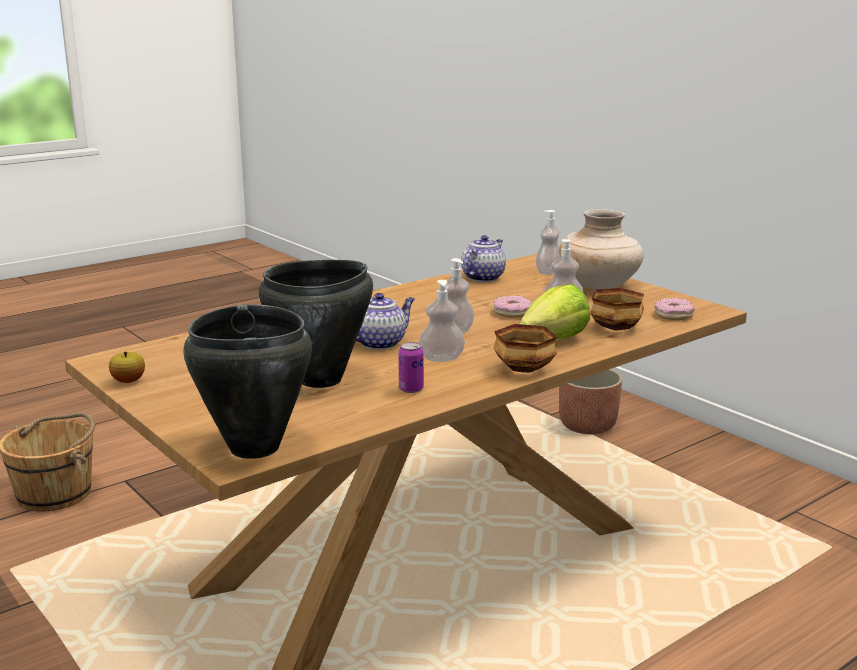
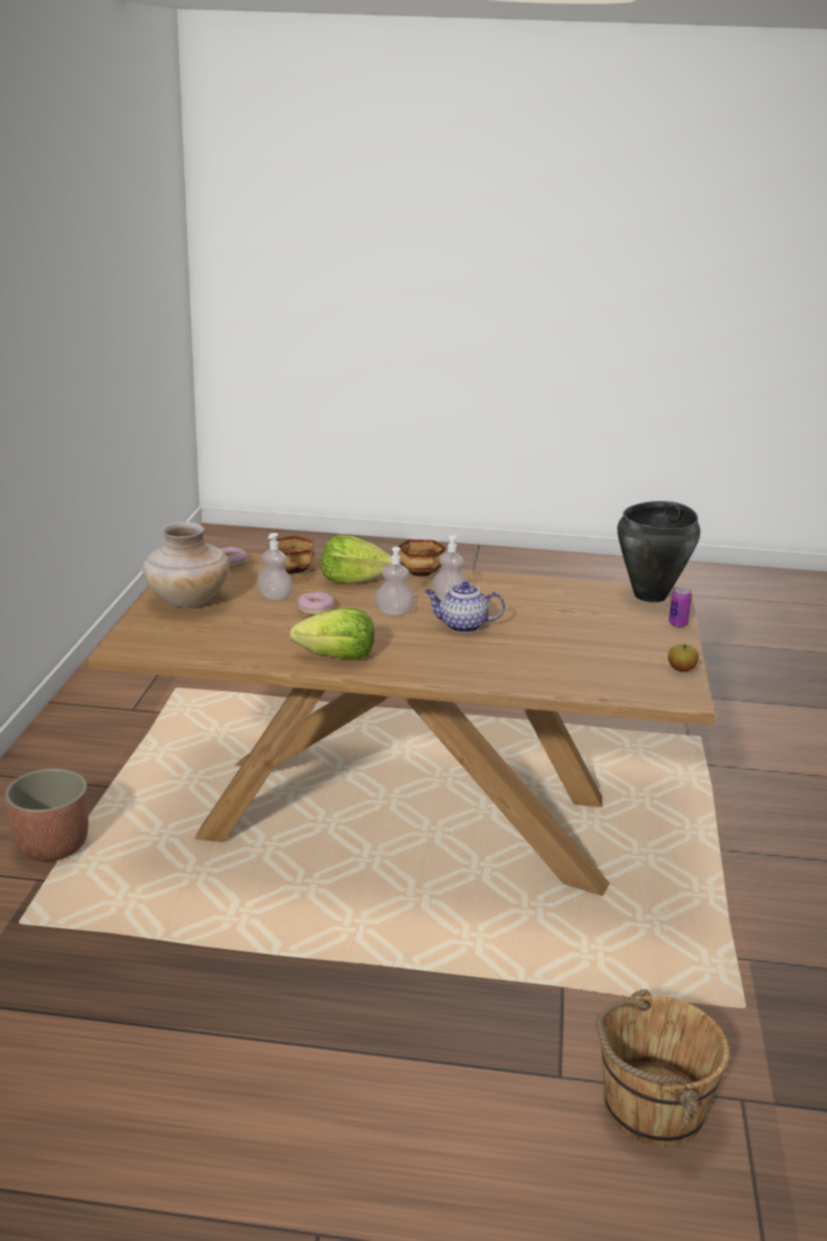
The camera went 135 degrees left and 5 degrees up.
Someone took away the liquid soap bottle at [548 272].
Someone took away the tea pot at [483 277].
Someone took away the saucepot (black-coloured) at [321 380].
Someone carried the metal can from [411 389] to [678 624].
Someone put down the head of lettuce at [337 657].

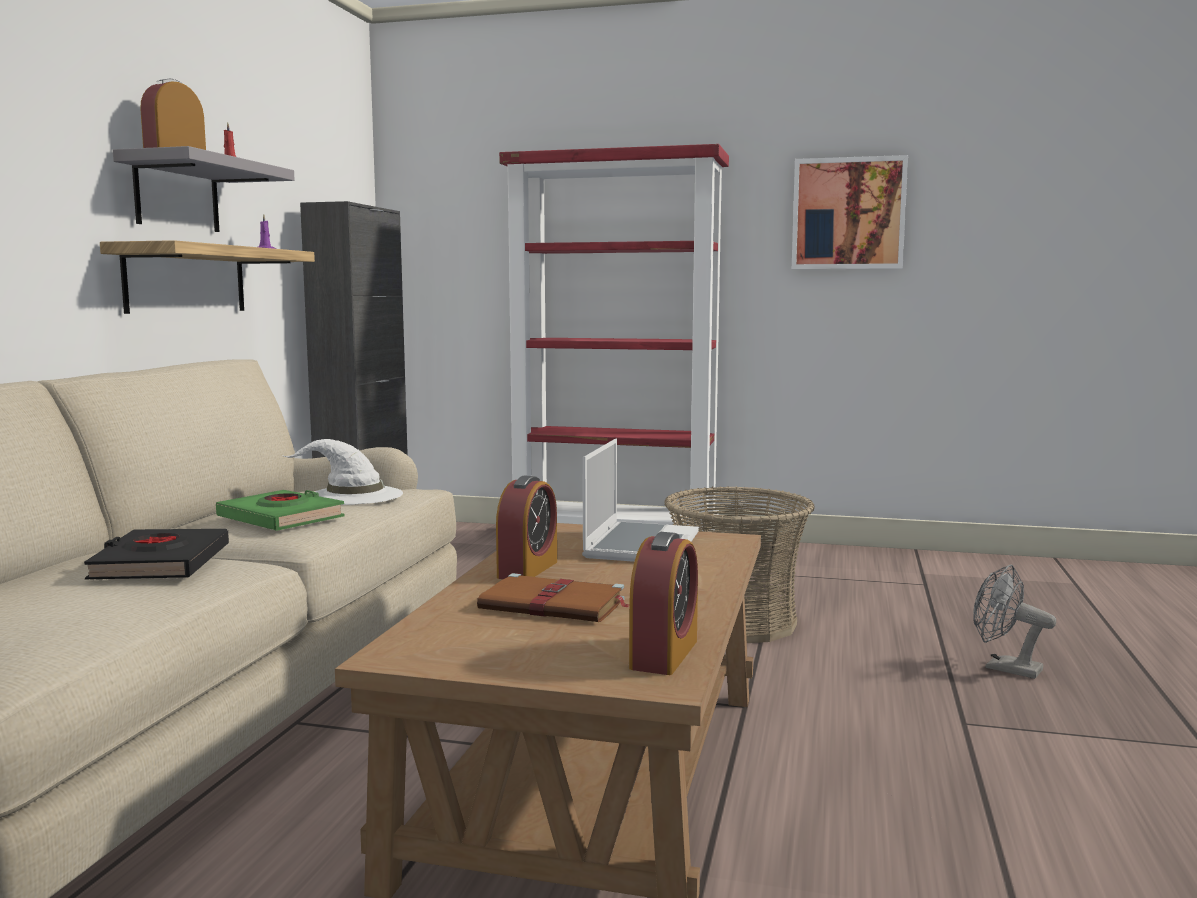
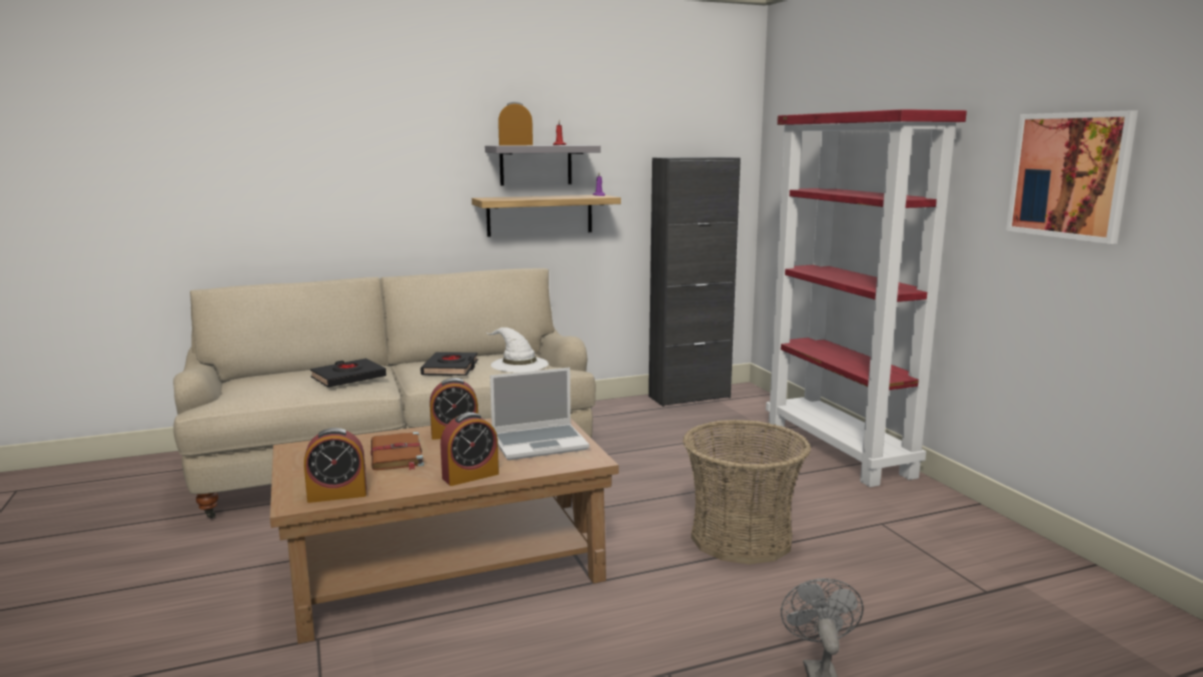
The camera went 55 degrees right and 5 degrees up.
Someone repainted the book (green-coloured) at [281 518], which became the book (black-coloured) at [451 368].
Someone put down the alarm clock at [470 476].

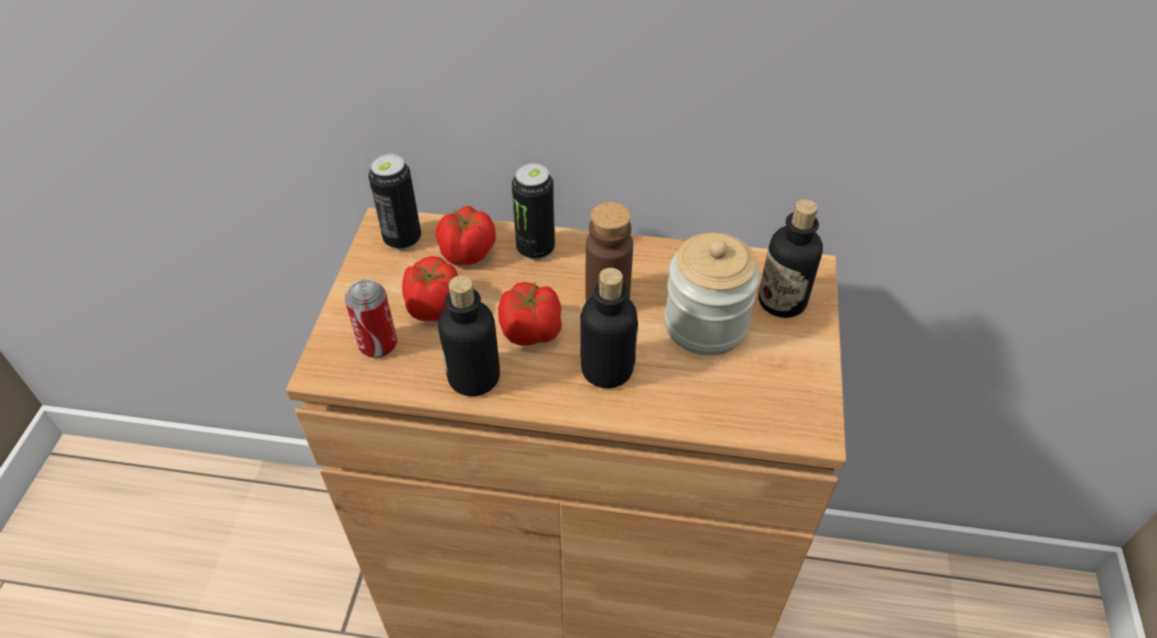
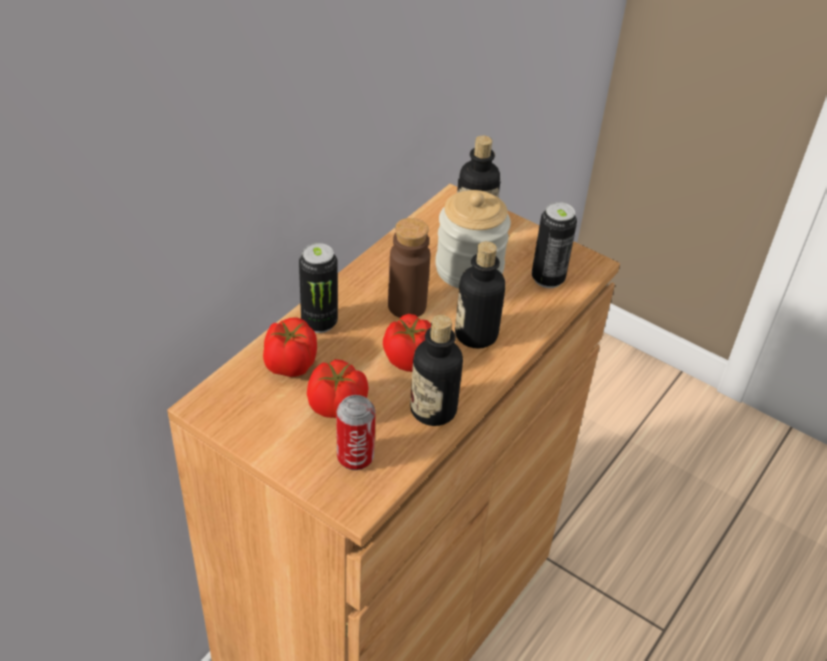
The camera went 65 degrees left and 5 degrees down.
Someone carried the metal can from [402 239] to [548 279].

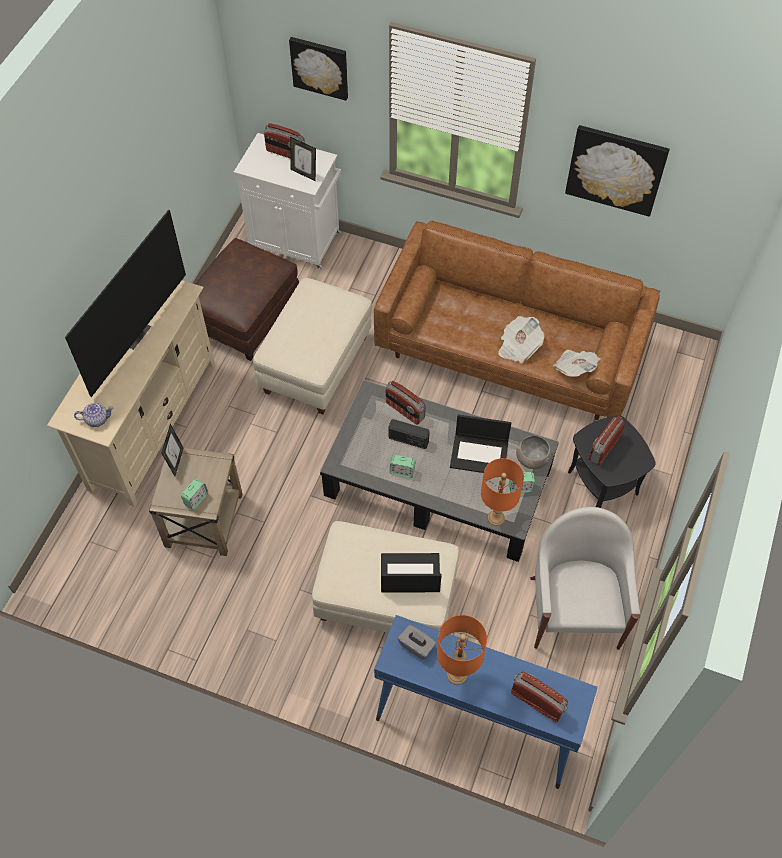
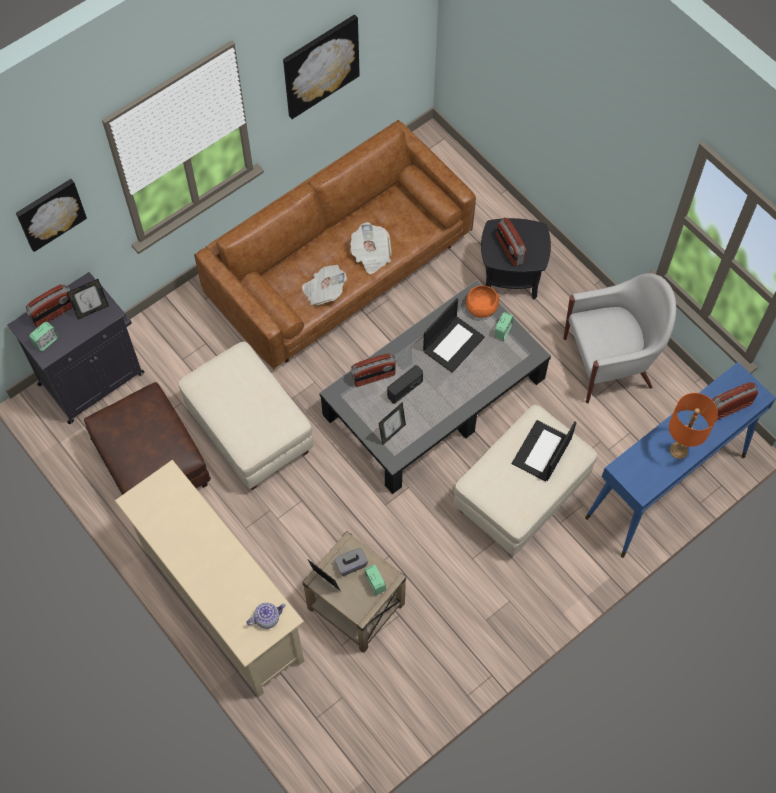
The camera went 60 degrees left and 5 degrees up.
Someone repainted the cupboard (white-coloured) at [296 241], which became the cupboard (black-coloured) at [93 378].
Someone took away the TV set at [133 333].
Someone carried the newspaper from [574 368] to [324 291].
Someone rotated the tea pot at [97 419] by 45 degrees clockwise.
Someone repainted the serving bowl (gray) at [532 459], which became the serving bowl (orange) at [482 308].
Someone carried the alarm clock from [402 471] to [46 341].
Someone took away the tabletop lamp (orange) at [495 517].
Someone rotated the lounge chair (white-coloured) at [574 610] by 135 degrees clockwise.
Someone carried the tissue box (gray) from [416 646] to [351 565].
Someone put down the picture frame at [392 433].

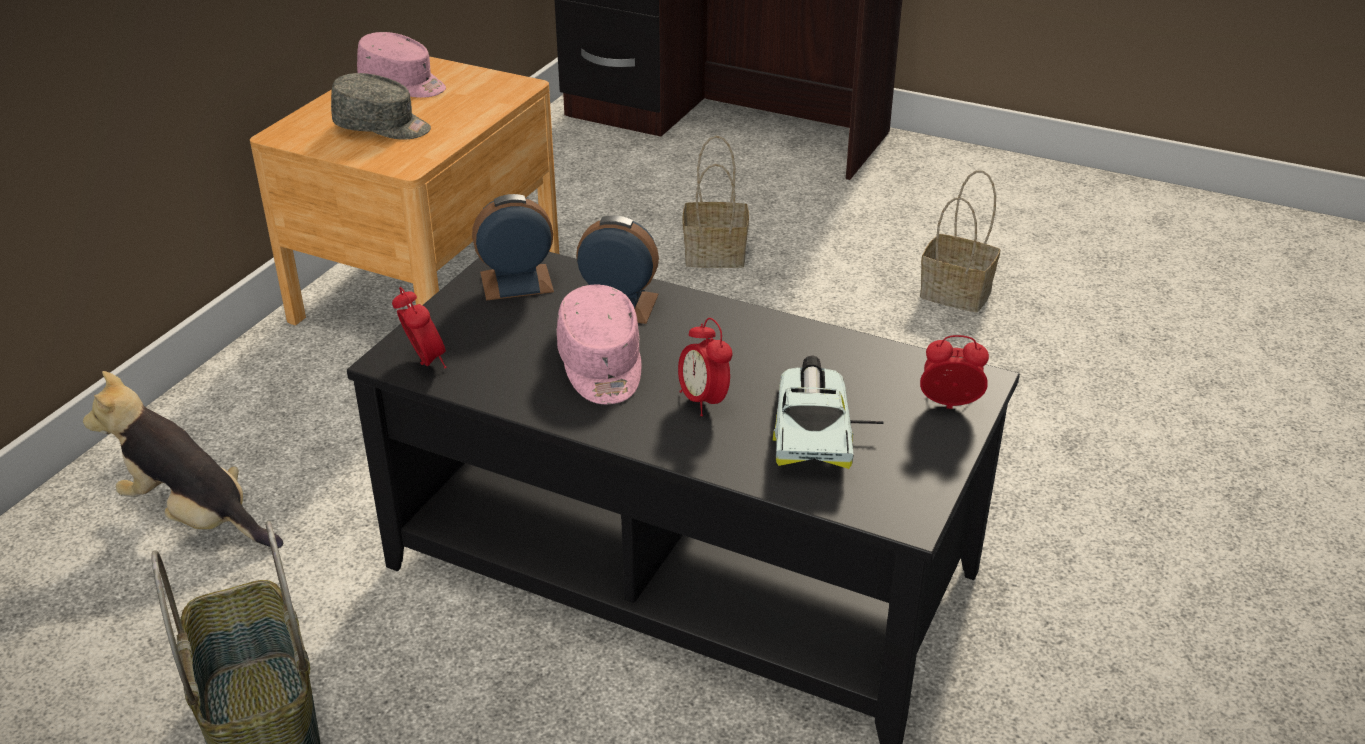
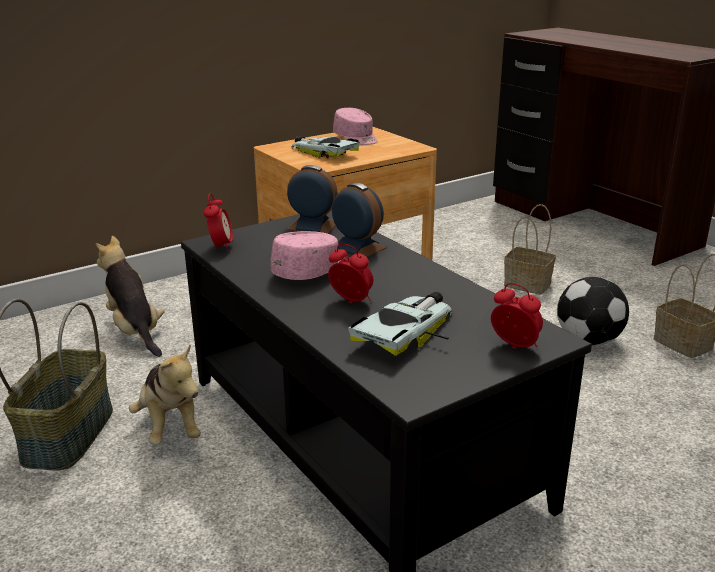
The camera went 30 degrees right and 10 degrees down.
Someone swapped the peaked cap (gray) at [382 127] for the toy car at [323 152].
Someone rotated the peaked cap (pink-coloured) at [601 366] by 150 degrees counterclockwise.
Someone rotated the alarm clock at [703 401] by 120 degrees clockwise.
Someone put down the football at [589 340].
Someone put down the cuddly toy at [170 426].

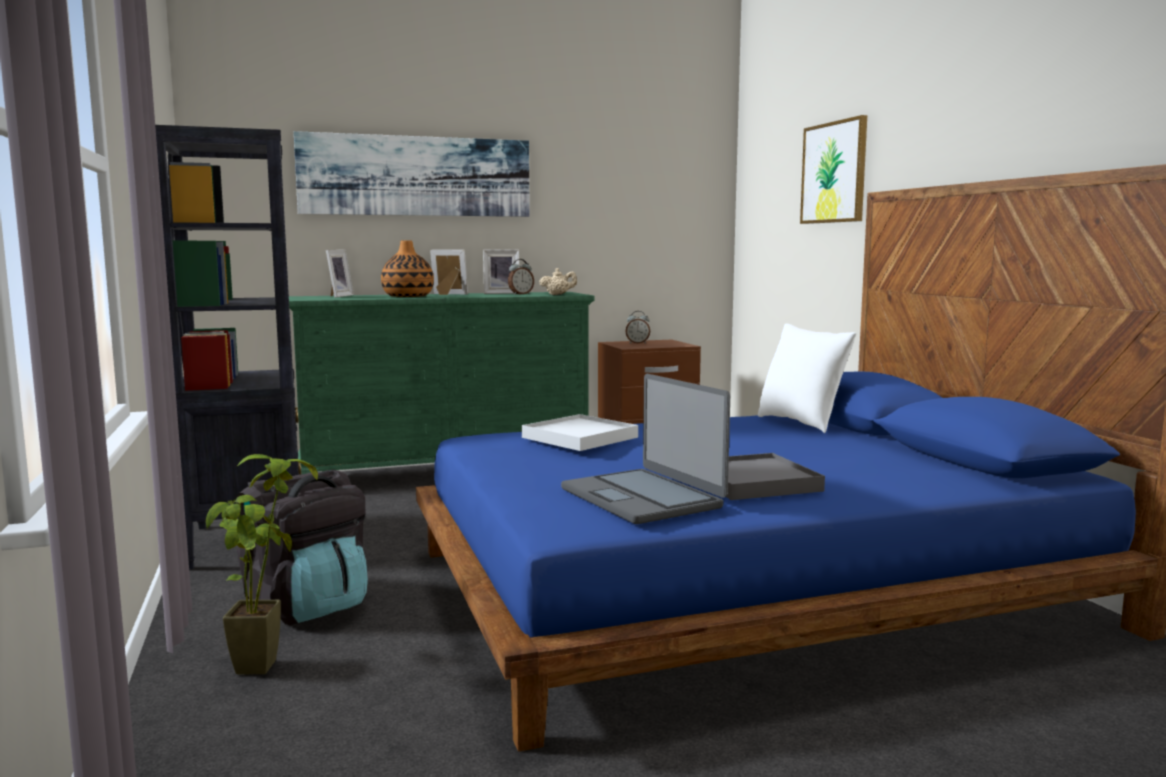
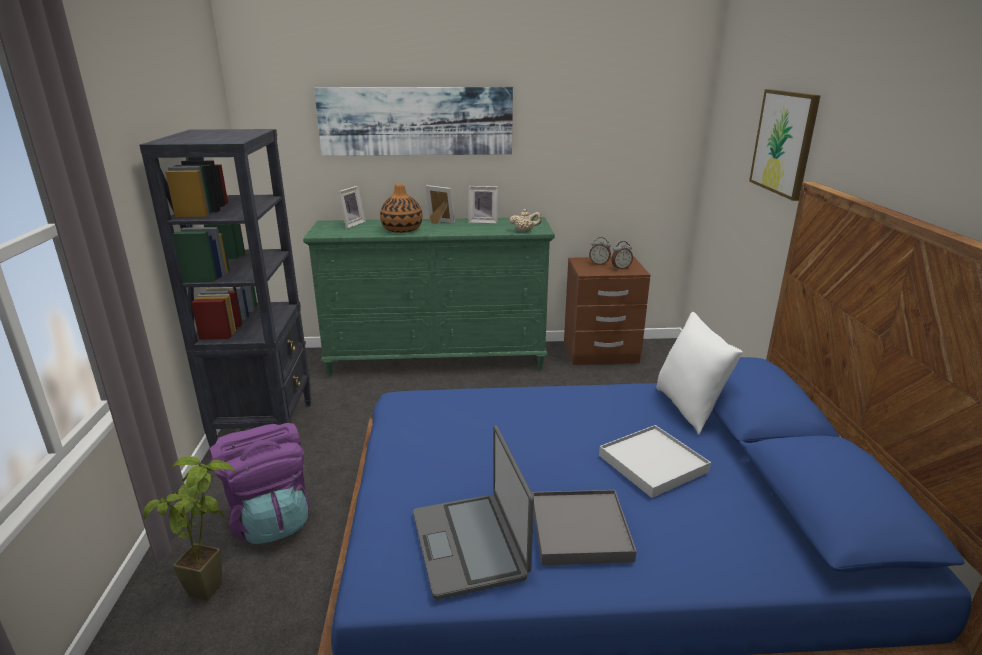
The camera went 15 degrees right and 15 degrees up.
Someone carried the alarm clock from [520 294] to [620 268].
Someone carried the carrying tray (white-coloured) from [580 437] to [653 463].
Someone repainted the backpack (black-coloured) at [307 605], which became the backpack (purplish) at [270 518].

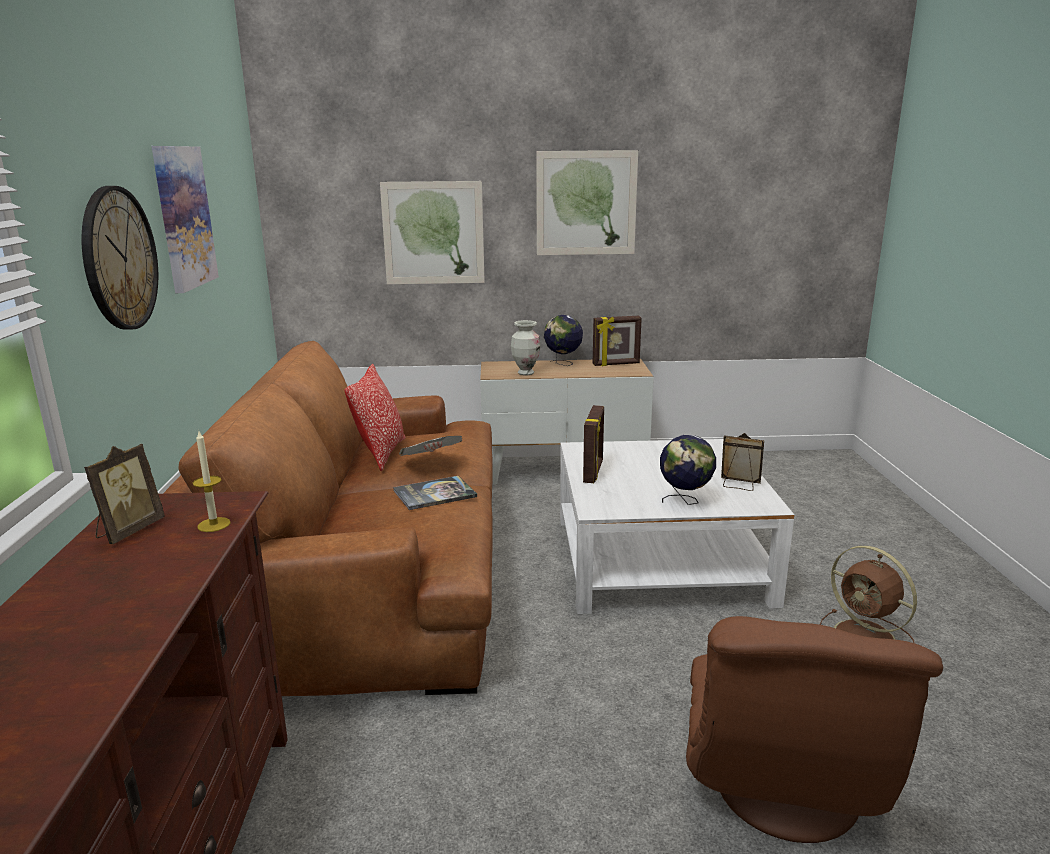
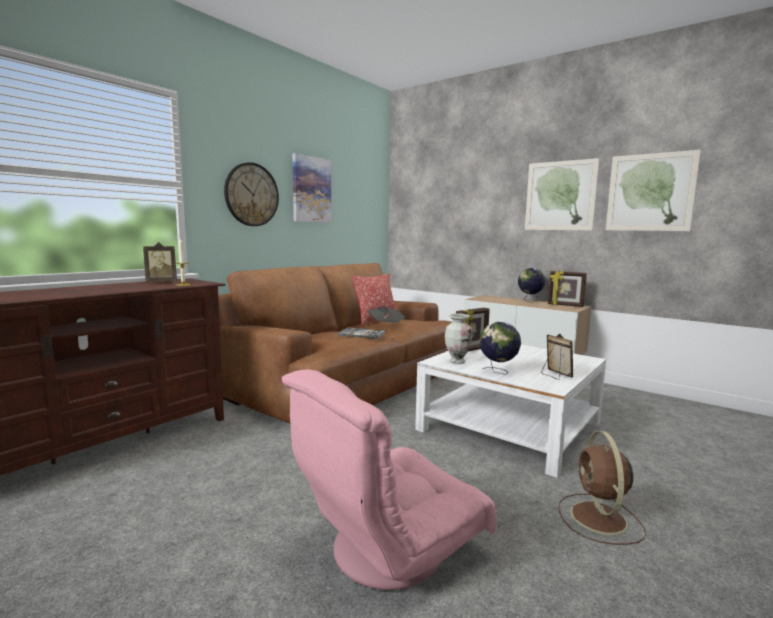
The camera went 40 degrees right and 10 degrees down.
Someone carried the wall picture from [433 233] to [650 192].
Someone carried the vase from [525 373] to [457 361].
Someone repainted the lounge chair (brownish) at [781 787], which became the lounge chair (pink-coloured) at [386 548].

